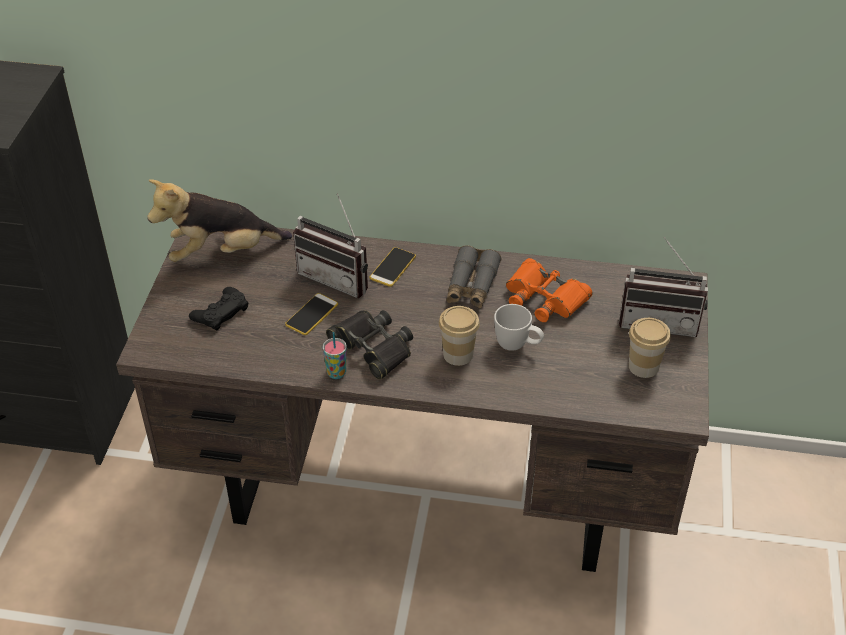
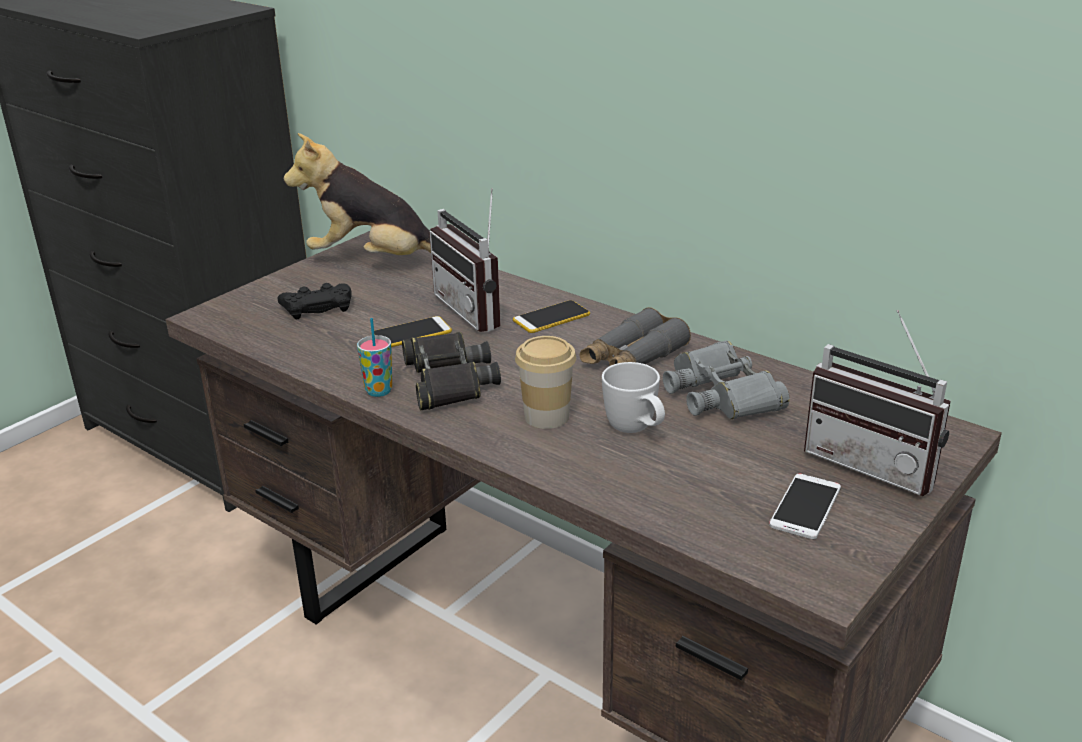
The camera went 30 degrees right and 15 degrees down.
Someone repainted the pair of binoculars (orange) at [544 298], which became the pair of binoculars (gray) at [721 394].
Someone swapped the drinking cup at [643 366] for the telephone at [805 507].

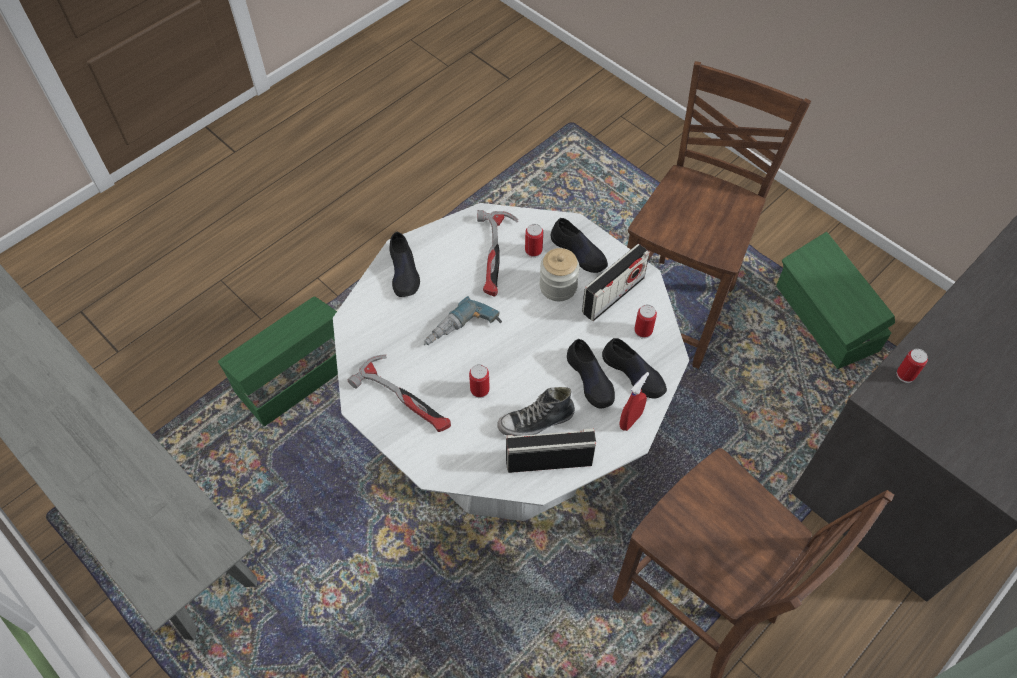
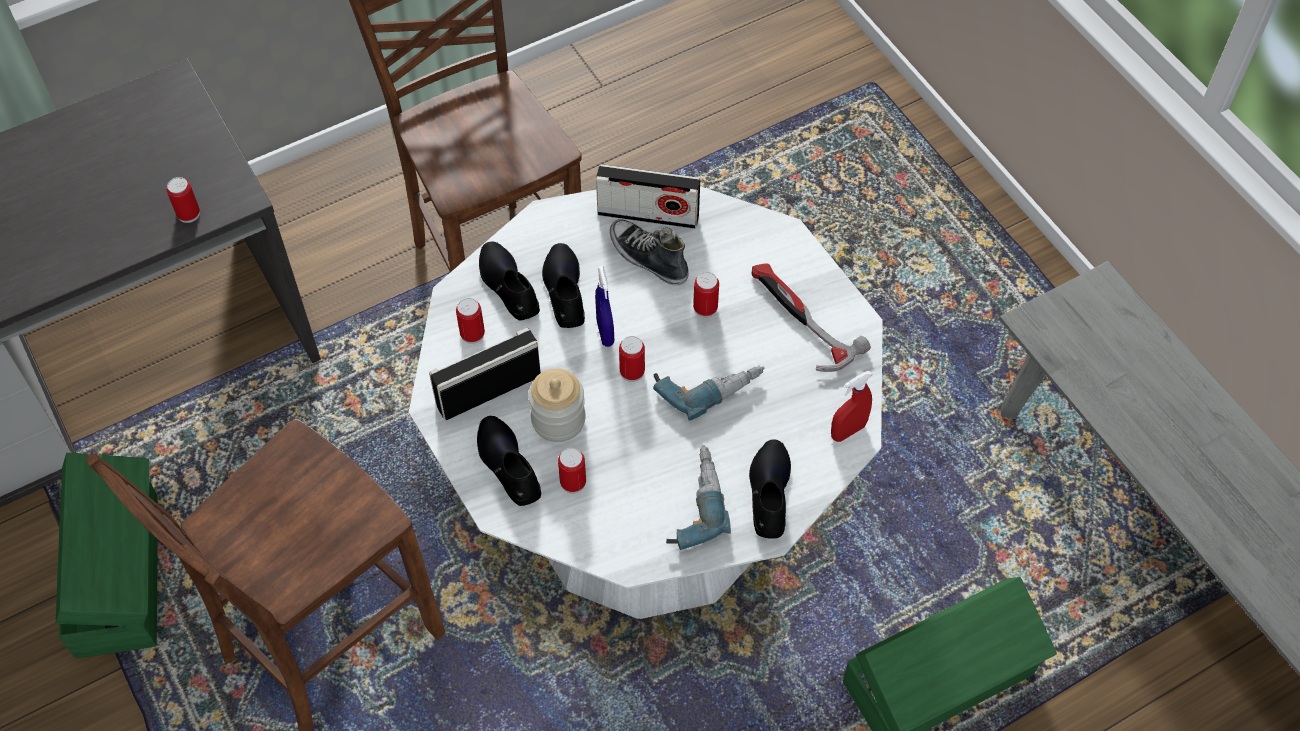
The camera went 165 degrees left and 0 degrees up.
Someone took away the hammer at [496 255].
Someone carried the hand sprayer (reddish) from [630 420] to [848 431].
Someone rotated the low shoe at [536 421] by 135 degrees counterclockwise.
Someone put down the hand sprayer (blue-coloured) at [605 332].
Someone put down the metal can at [632 371].
Someone put down the electric drill at [691 502].

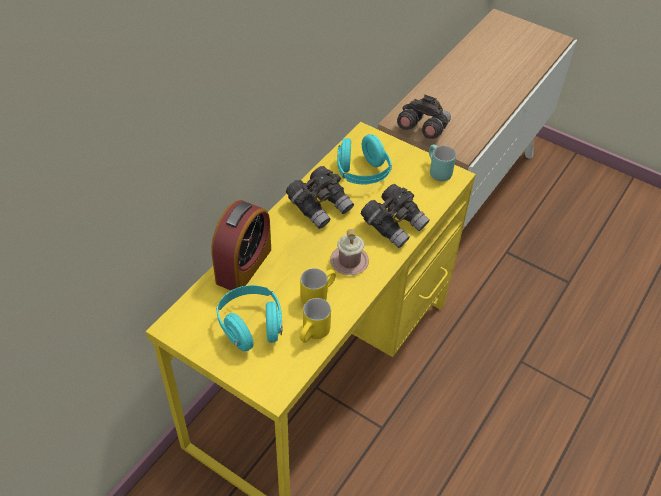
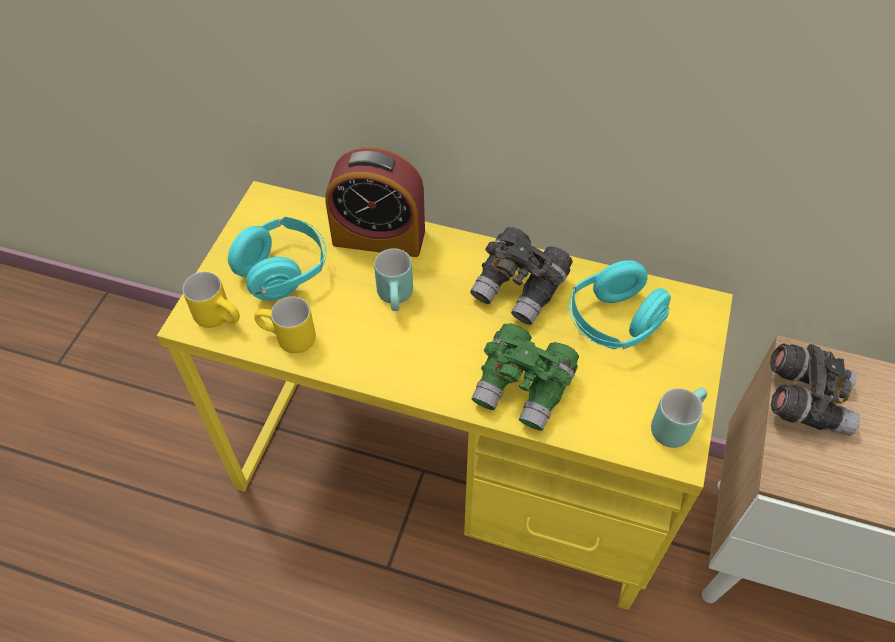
The camera went 75 degrees right and 5 degrees up.
Someone repainted the pair of binoculars (gray) at [394 225], which became the pair of binoculars (green-coloured) at [524 388].
Someone took away the mug (pink-coloured) at [349 261].
Someone carried the mug (yellow) from [317 294] to [221 317].
Someone put down the mug (turquoise-coloured) at [398 298].

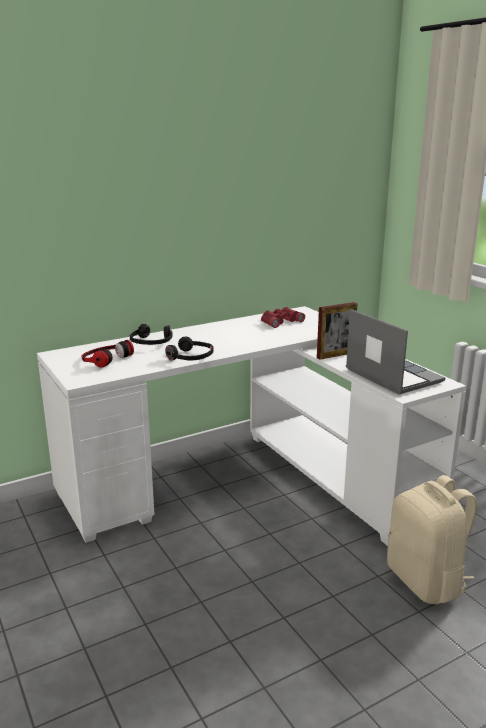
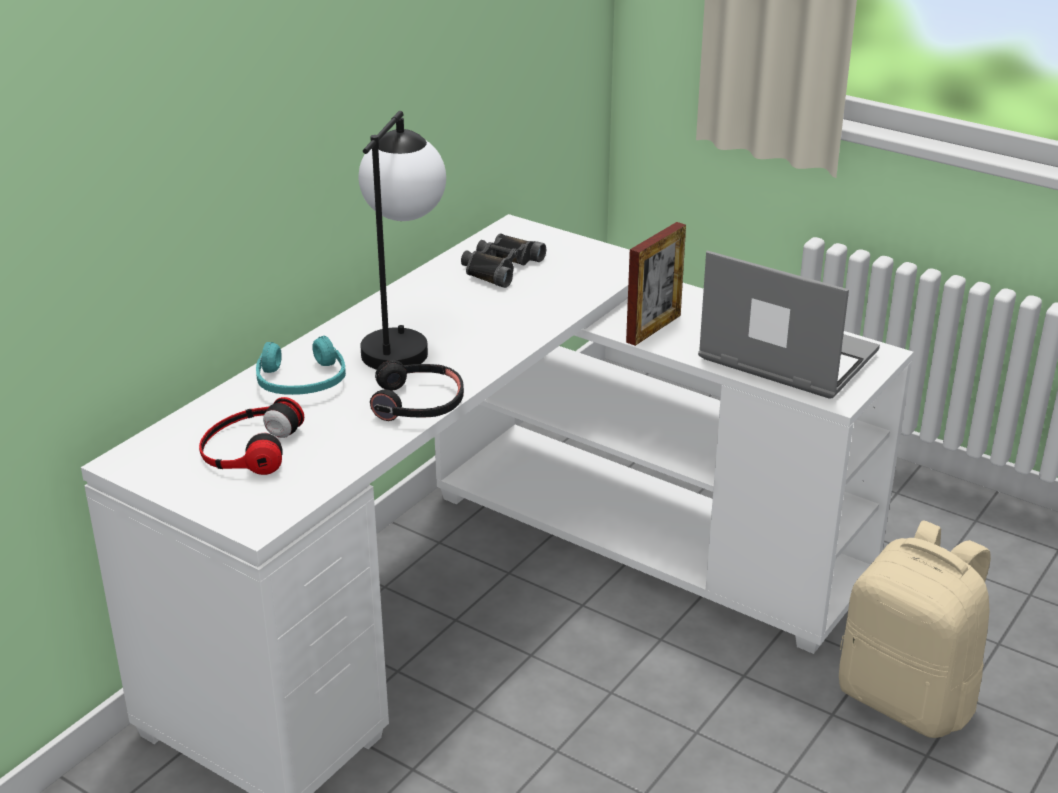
The camera went 25 degrees left and 10 degrees up.
Someone repainted the pair of binoculars (reddish) at [280 321], which became the pair of binoculars (black-coloured) at [499 267].
Someone repainted the headset (black-coloured) at [151 342], which became the headset (turquoise-coloured) at [301 381].
Someone put down the tabletop lamp at [403 341].

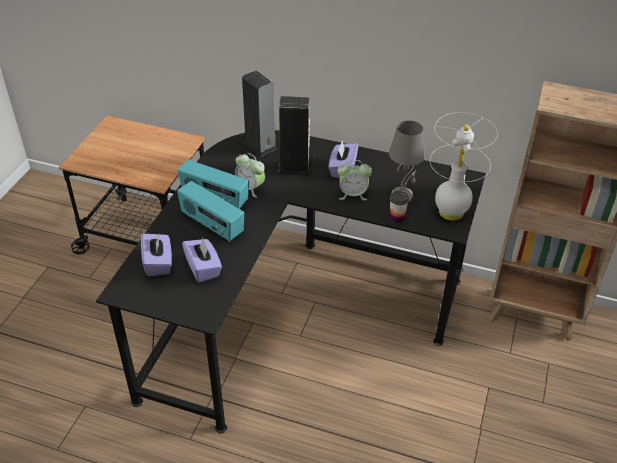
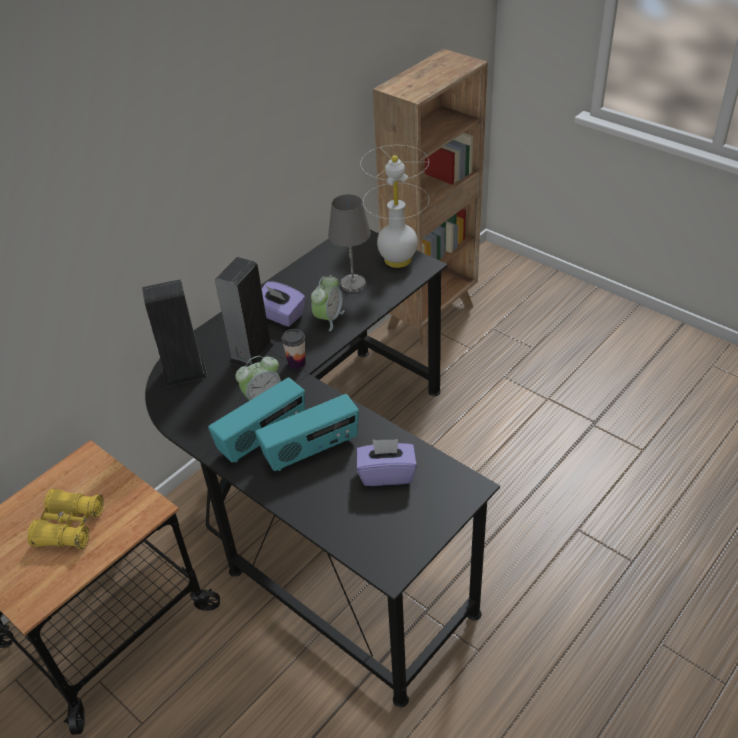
The camera went 65 degrees left and 0 degrees up.
Someone carried the drinking cup from [397 218] to [296 363].
Someone took away the tissue box (purplish) at [158 263].
Someone put down the pair of binoculars (yellow) at [69 527].

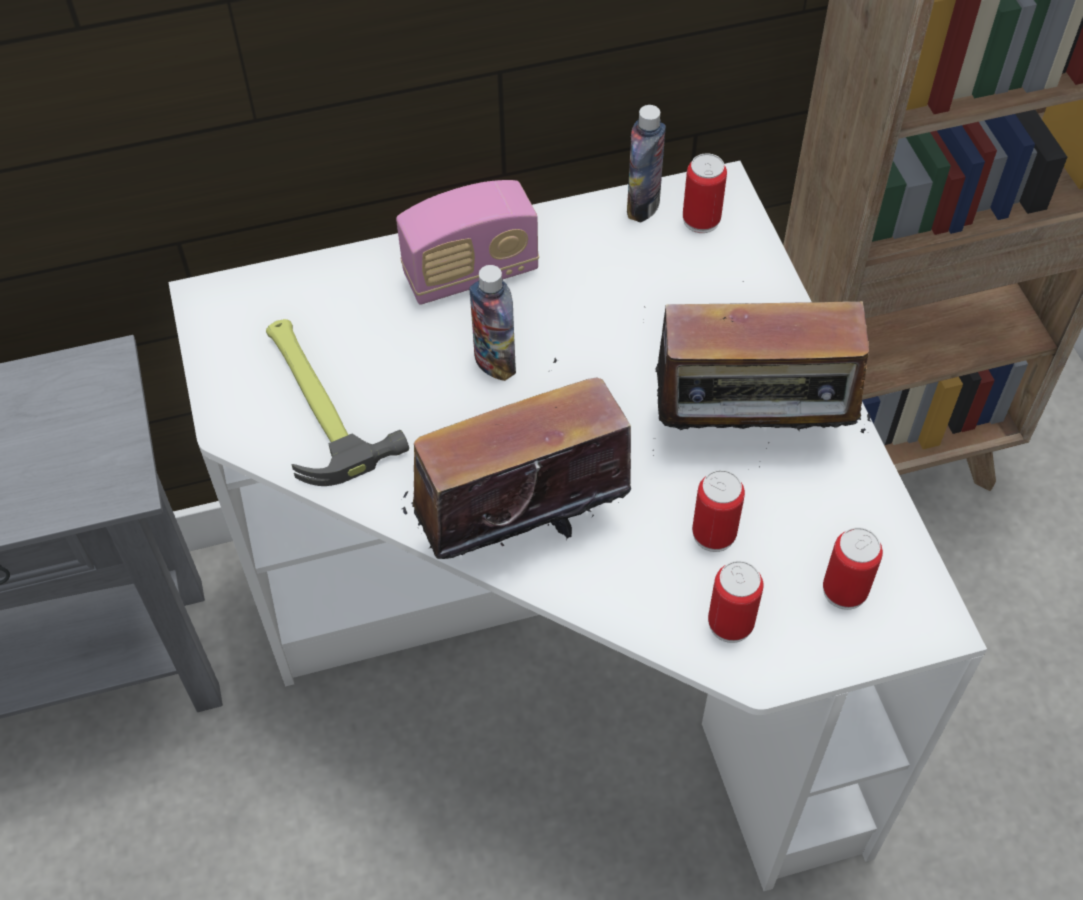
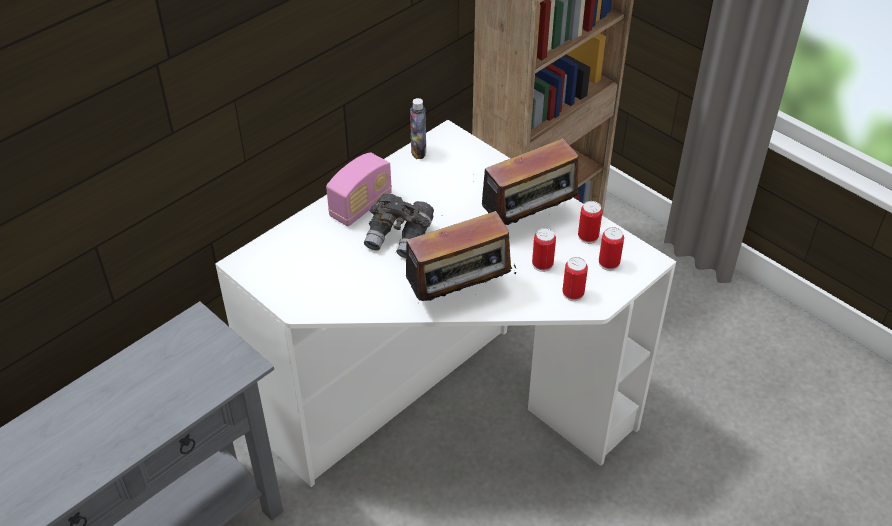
The camera went 30 degrees left and 10 degrees down.
Someone carried the metal can from [701 220] to [588 237].
Someone swapped the beverage bottle at [495 363] for the pair of binoculars (gray) at [399 237].
Someone took away the hammer at [317 401].
Someone rotated the radio set at [520 528] by 150 degrees counterclockwise.

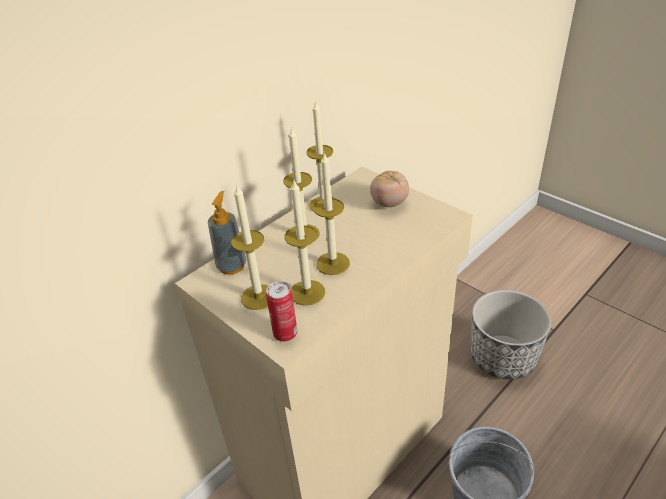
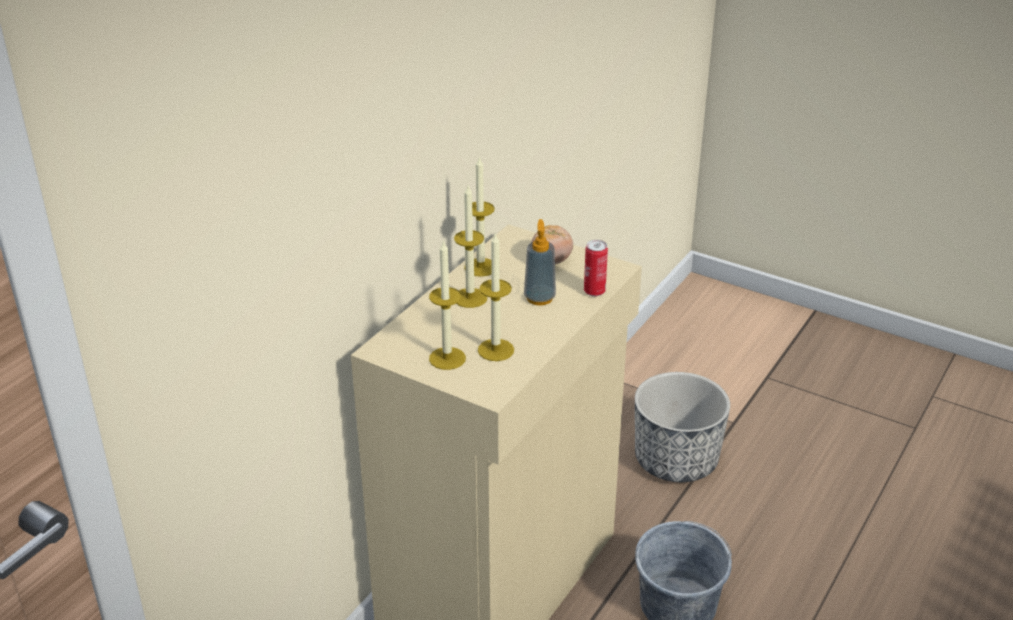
The camera went 15 degrees left and 5 degrees down.
Someone took away the wax light at [333 263].
Someone carried the liquid soap bottle from [232 266] to [539 298].
Someone carried the metal can from [285 334] to [594 292].

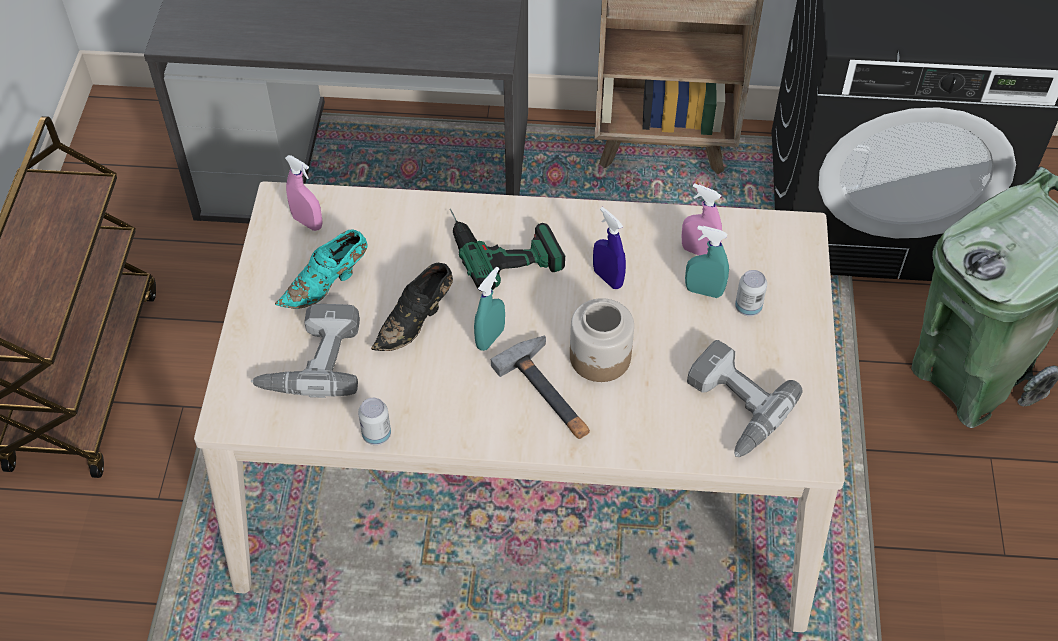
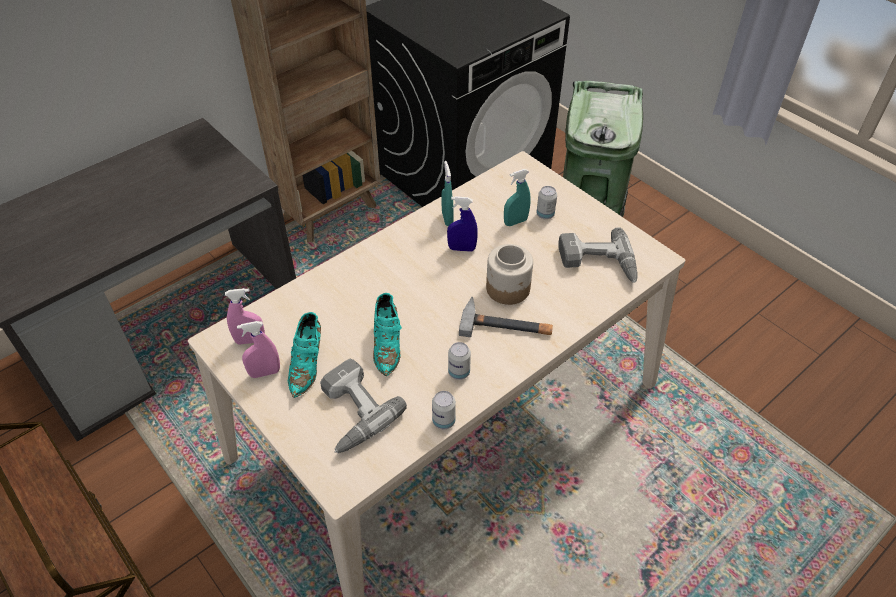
The camera went 45 degrees left and 5 degrees down.
Someone carried the hand sprayer (pink-coloured) from [698 252] to [265 373].
Someone took away the electric drill at [501 244].
Someone repainted the low shoe (black-coloured) at [416 321], which became the low shoe (turquoise-coloured) at [387 344].
Someone carried the hand sprayer (turquoise-coloured) from [490 338] to [447 219].
Someone put down the metal can at [459 372].

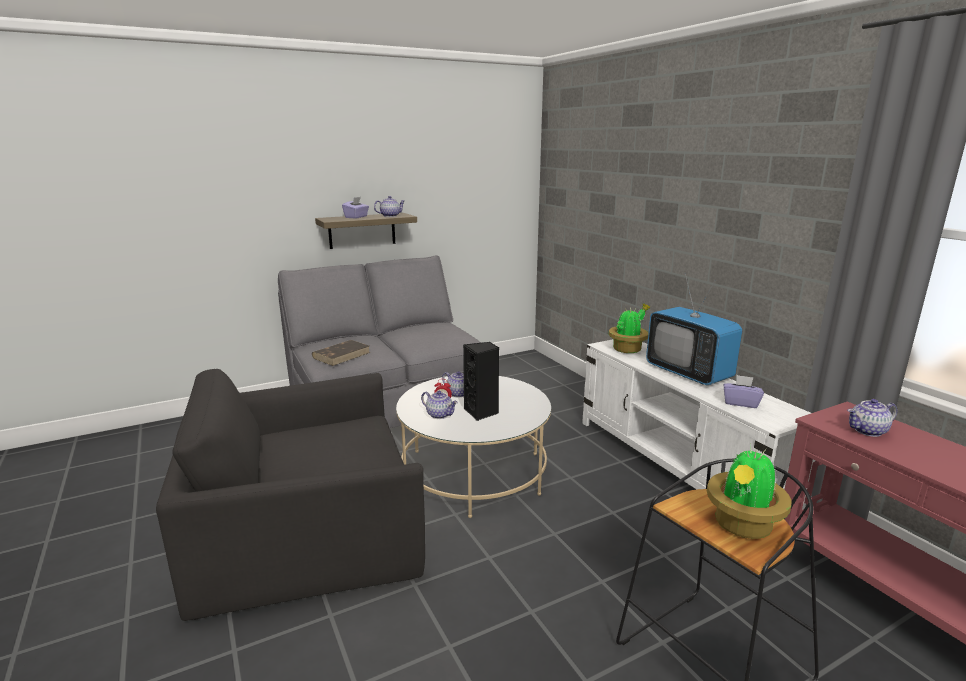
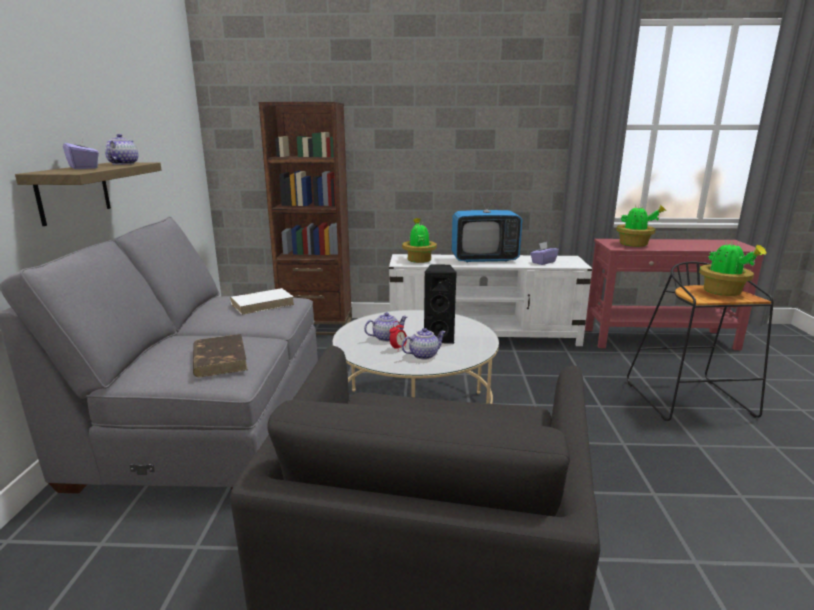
The camera went 60 degrees left and 0 degrees up.
Someone swapped the tea pot at [867 431] for the potted plant at [635 245].
Someone put down the bookshelf (brownish) at [316 326].
Someone put down the book (white-coloured) at [263 304].

